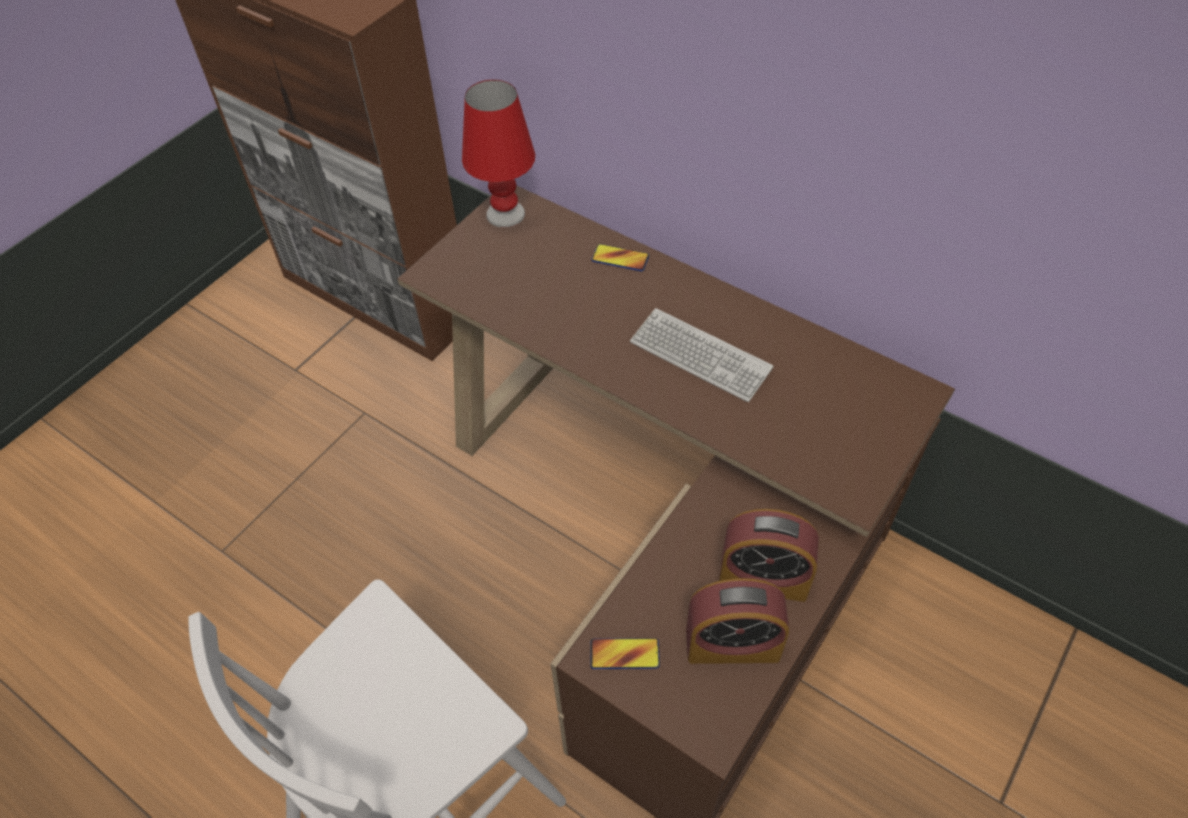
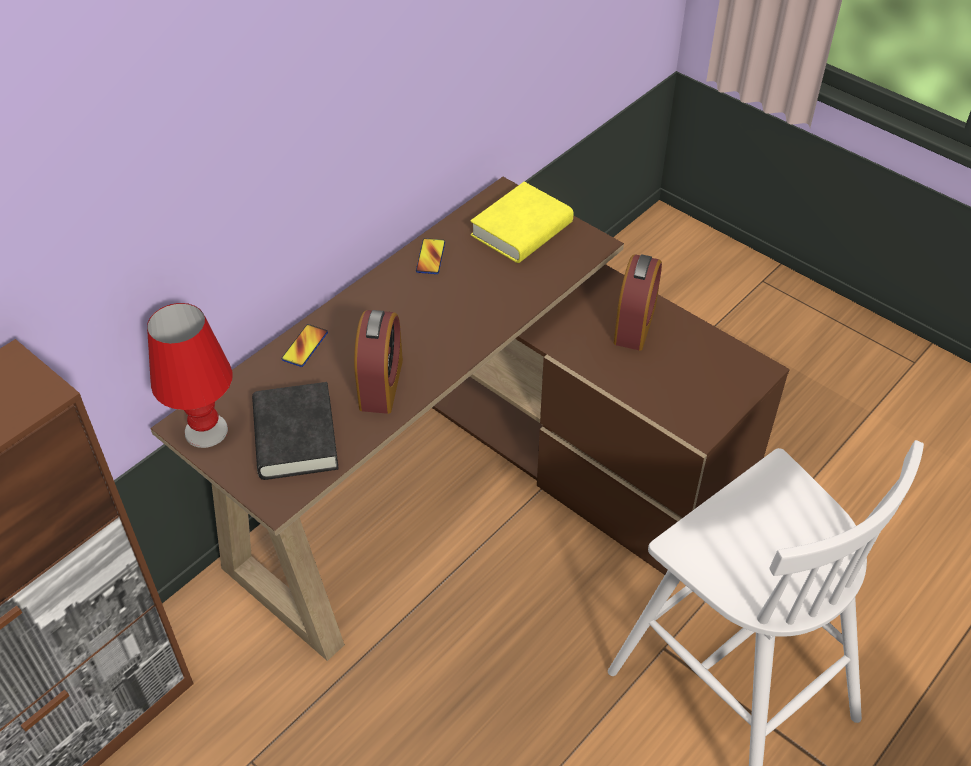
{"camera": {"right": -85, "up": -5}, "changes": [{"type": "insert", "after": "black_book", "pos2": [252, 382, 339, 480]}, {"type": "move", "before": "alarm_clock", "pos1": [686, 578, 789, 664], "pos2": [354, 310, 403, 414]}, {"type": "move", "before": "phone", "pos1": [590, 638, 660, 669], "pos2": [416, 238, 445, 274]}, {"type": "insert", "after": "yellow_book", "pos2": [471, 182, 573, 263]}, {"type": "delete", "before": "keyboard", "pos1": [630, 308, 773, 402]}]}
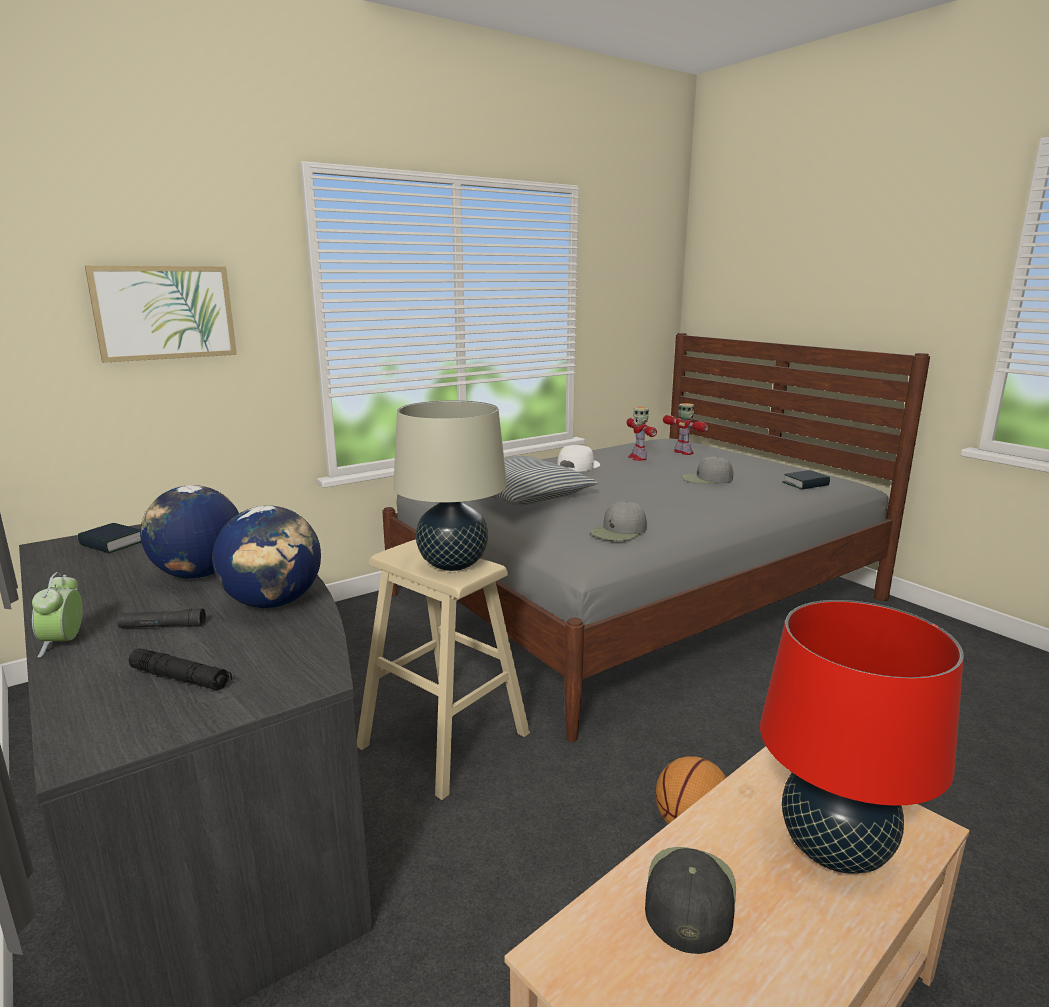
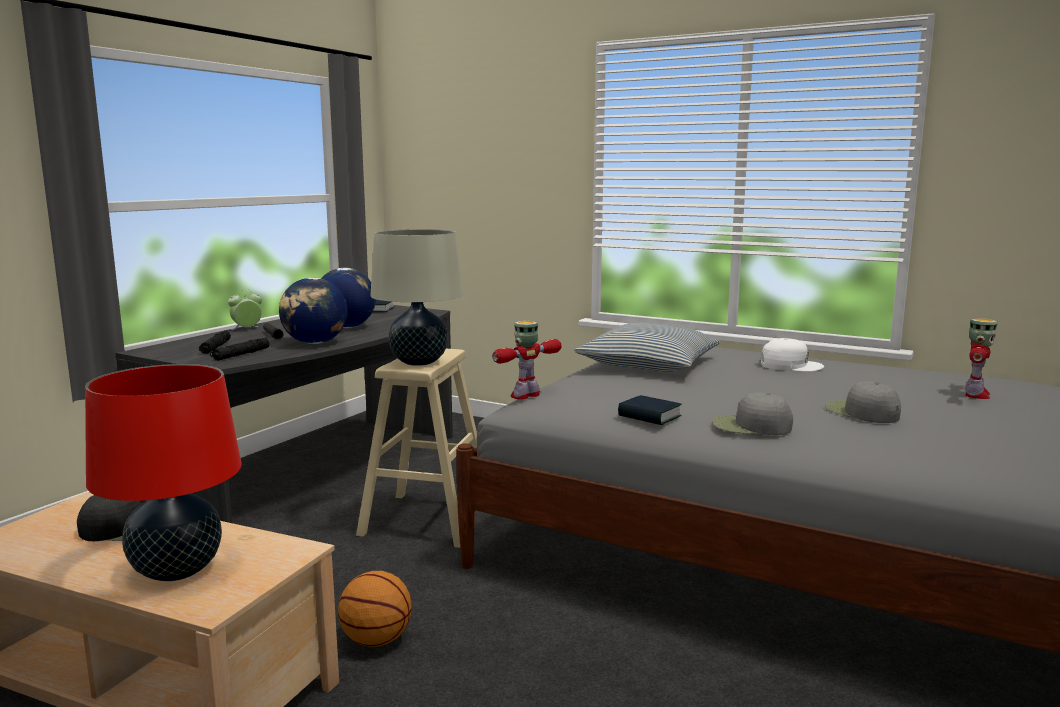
{"camera": {"right": 65, "up": -5}, "changes": [{"type": "insert", "after": "black_flashlight", "pos2": [210, 337, 270, 361]}, {"type": "move", "before": "toy_robot", "pos1": [627, 407, 657, 461], "pos2": [492, 321, 561, 400]}, {"type": "move", "before": "book", "pos1": [783, 470, 830, 490], "pos2": [618, 395, 682, 425]}, {"type": "move", "before": "grey_cap", "pos1": [590, 501, 647, 541], "pos2": [712, 393, 793, 435]}, {"type": "delete", "before": "picture", "pos1": [85, 265, 237, 363]}]}
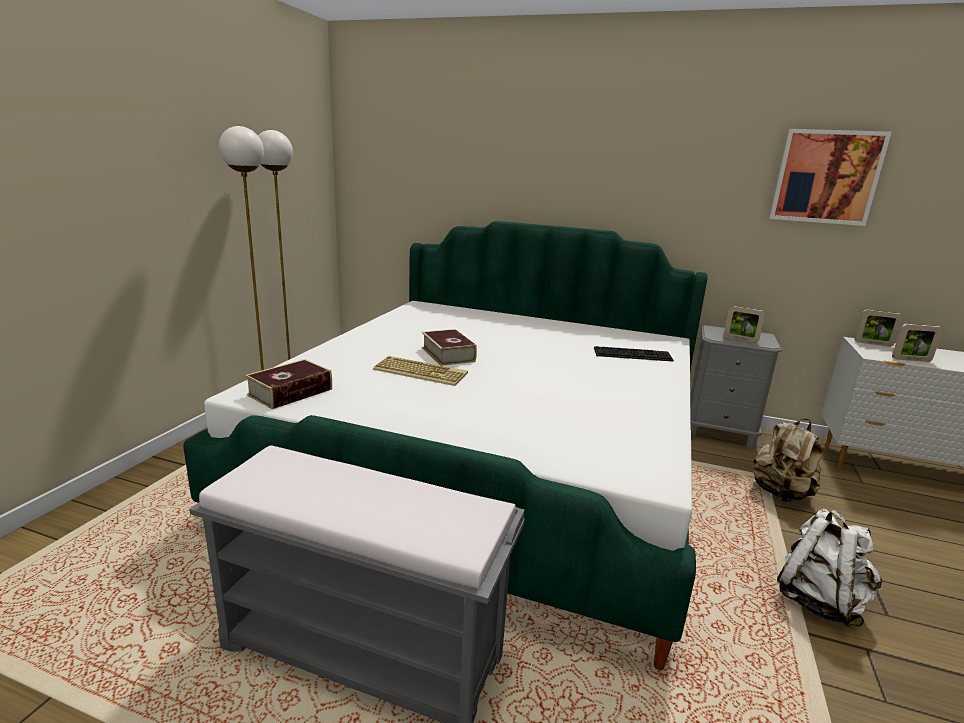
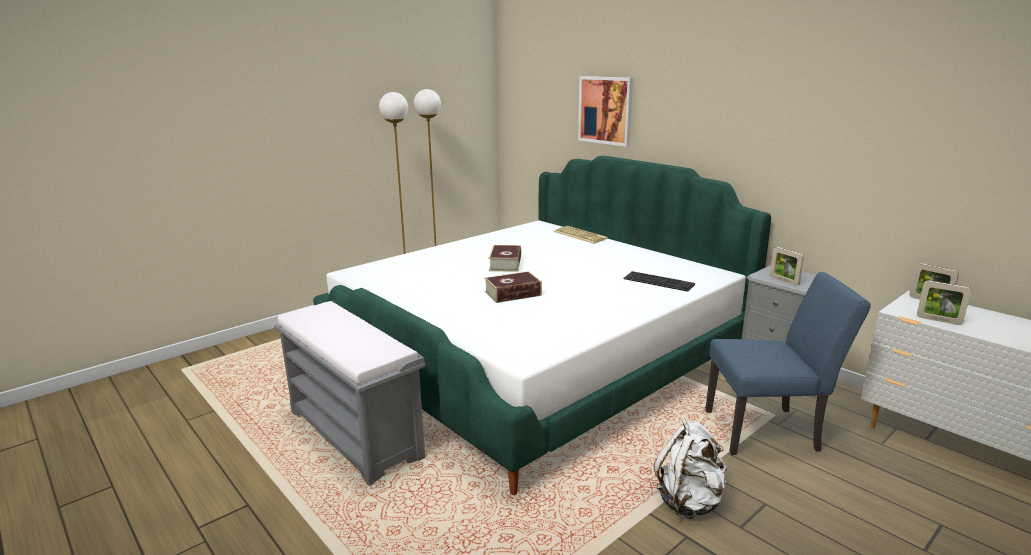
{"camera": {"right": 30, "up": 0}, "changes": [{"type": "move", "before": "book", "pos1": [245, 359, 332, 409], "pos2": [484, 271, 542, 303]}, {"type": "move", "before": "keyboard", "pos1": [373, 356, 468, 386], "pos2": [554, 226, 608, 244]}, {"type": "move", "before": "picture", "pos1": [769, 129, 892, 226], "pos2": [578, 76, 633, 147]}, {"type": "replace", "before": "beige_backpack", "after": "blue_chair", "pos1": [752, 419, 823, 502], "pos2": [705, 272, 871, 455]}]}
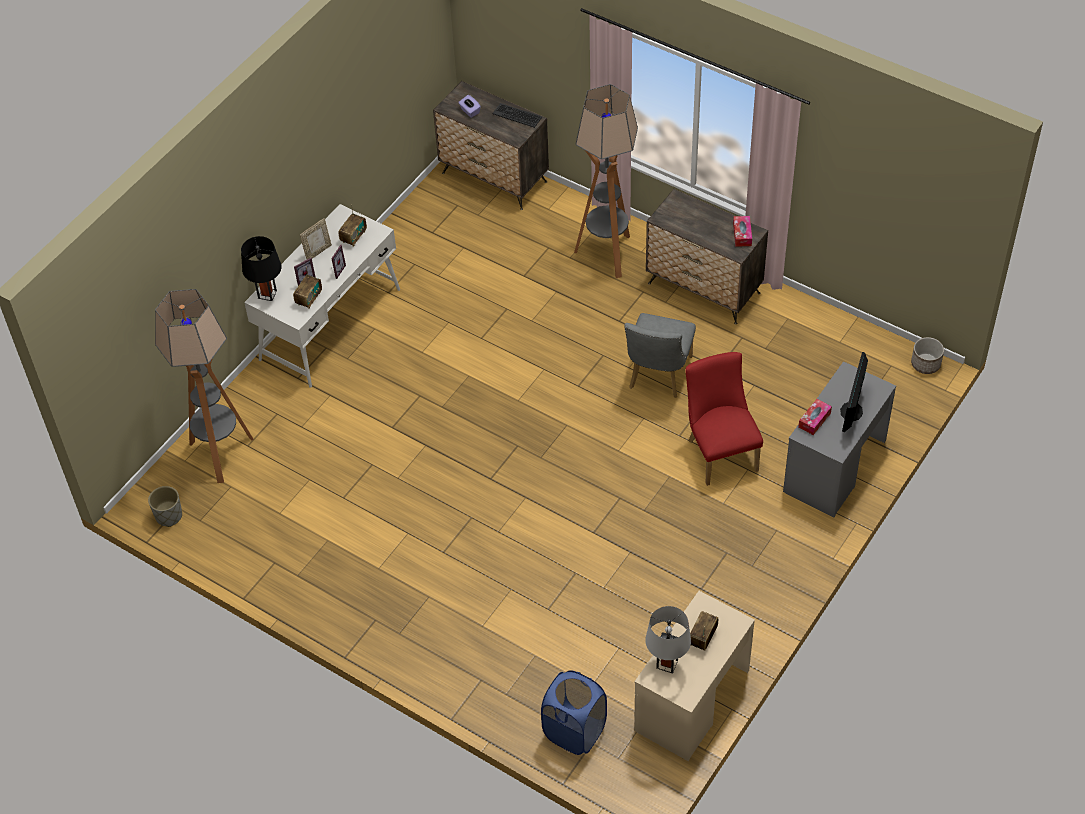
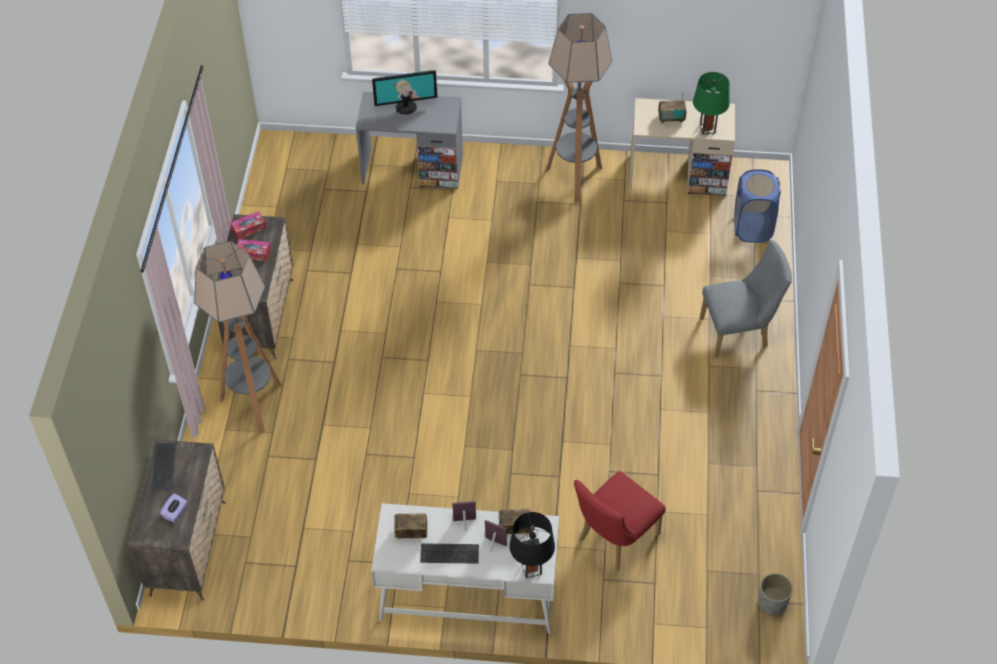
{"camera": {"right": -120, "up": 0}, "changes": [{"type": "move", "before": "tissue_box", "pos1": [798, 399, 832, 435], "pos2": [237, 239, 271, 262]}, {"type": "replace", "before": "picture_frame", "after": "keyboard", "pos1": [300, 218, 332, 259], "pos2": [420, 543, 479, 564]}, {"type": "move", "before": "floor_lamp", "pos1": [155, 289, 254, 483], "pos2": [546, 13, 612, 203]}, {"type": "move", "before": "red_chair", "pos1": [685, 352, 763, 486], "pos2": [574, 471, 666, 571]}, {"type": "recolor", "before": "grey_table_lamp", "after": "green_table_lamp", "pos1": [645, 606, 691, 674], "pos2": [693, 72, 730, 135]}, {"type": "move", "before": "grey_chair", "pos1": [624, 313, 696, 398], "pos2": [700, 240, 792, 358]}, {"type": "delete", "before": "planter", "pos1": [911, 337, 944, 374]}]}
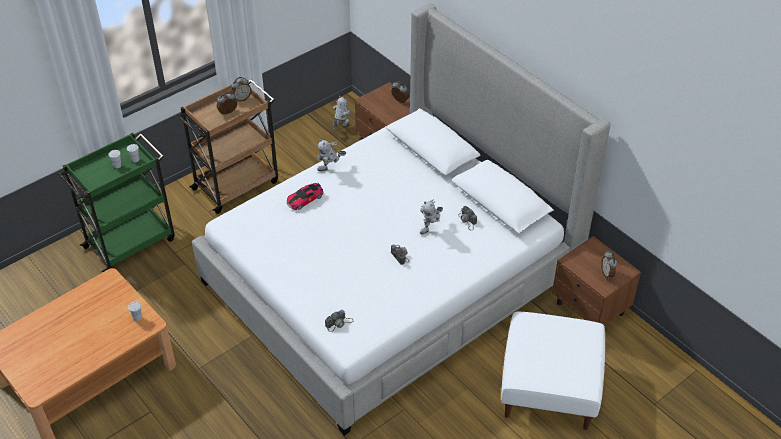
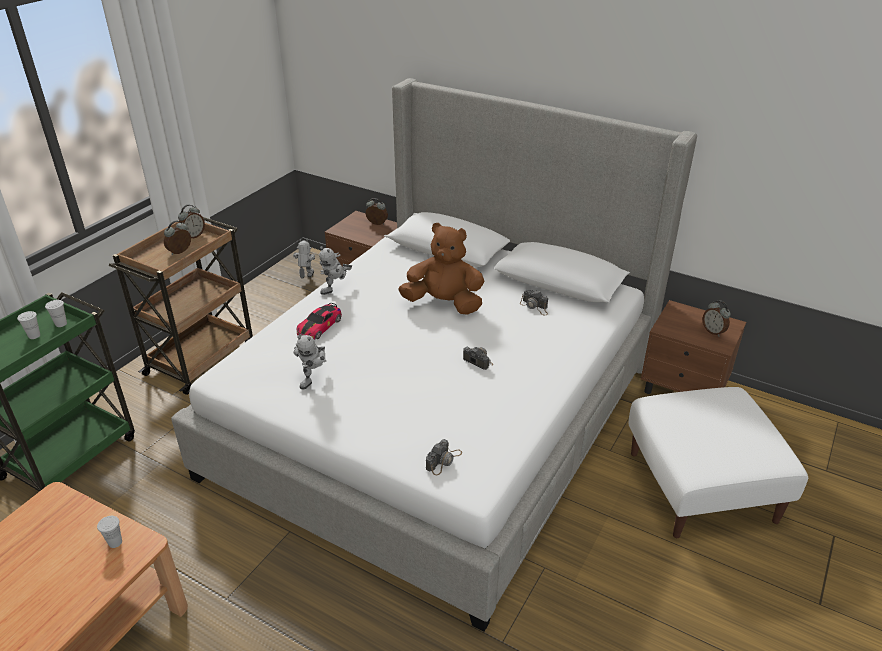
{"camera": {"right": -20, "up": -10}, "changes": [{"type": "move", "before": "toy_robot", "pos1": [420, 200, 443, 235], "pos2": [294, 335, 326, 389]}, {"type": "insert", "after": "brown_plush_toy", "pos2": [398, 223, 484, 315]}]}
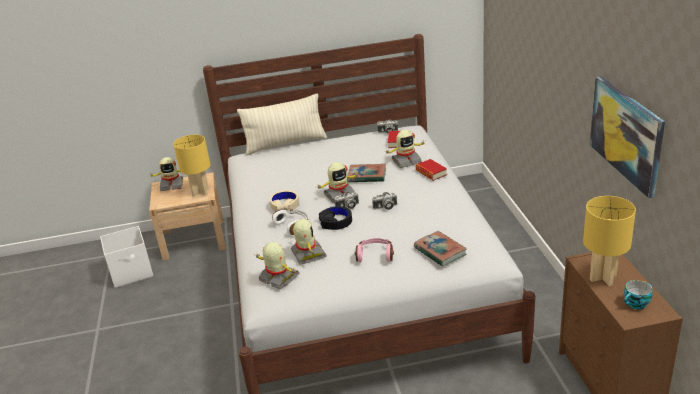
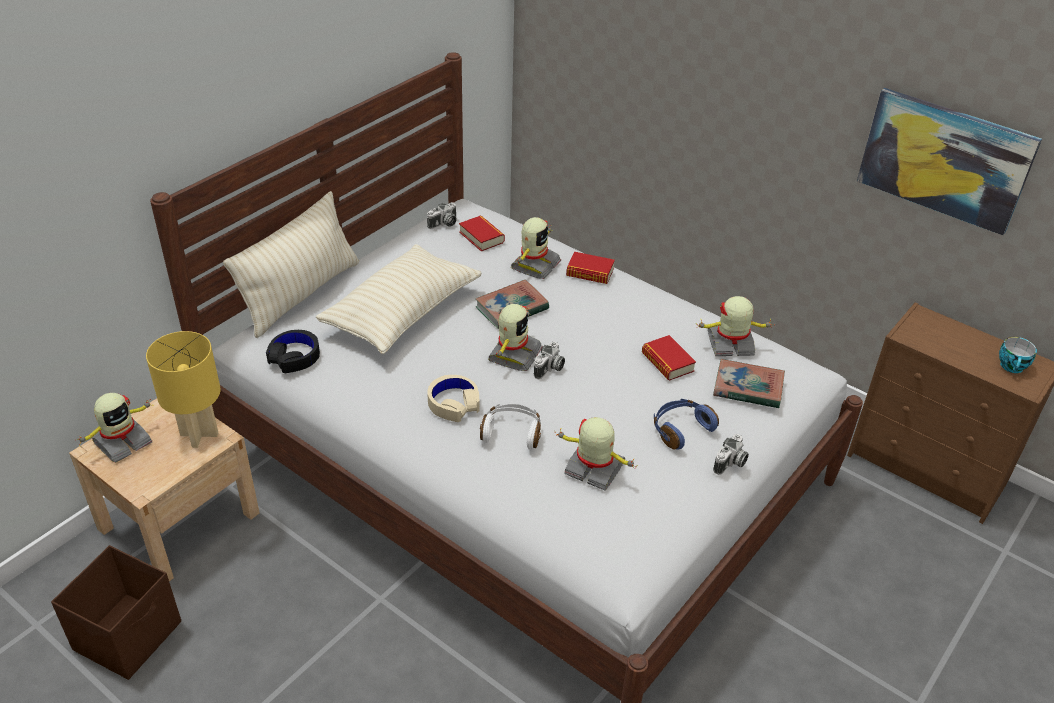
{"camera": {"right": -45, "up": 10}, "changes": [{"type": "recolor", "before": "white_storage_box", "after": "brown_storage_box", "pos1": [100, 226, 153, 288], "pos2": [51, 546, 181, 680]}, {"type": "move", "before": "black_headphones", "pos1": [319, 206, 352, 230], "pos2": [266, 330, 320, 373]}, {"type": "insert", "after": "beige_pillow", "pos2": [316, 244, 481, 354]}, {"type": "insert", "after": "book", "pos2": [642, 335, 696, 381]}, {"type": "recolor", "before": "pink_headphones", "after": "blue_headphones", "pos1": [355, 238, 394, 263], "pos2": [654, 399, 719, 450]}, {"type": "move", "before": "toy_robot", "pos1": [255, 242, 299, 289], "pos2": [696, 296, 775, 356]}, {"type": "move", "before": "photo_camera", "pos1": [372, 192, 397, 210], "pos2": [713, 434, 749, 475]}, {"type": "delete", "before": "yellow_table_lamp", "pos1": [583, 196, 636, 286]}]}
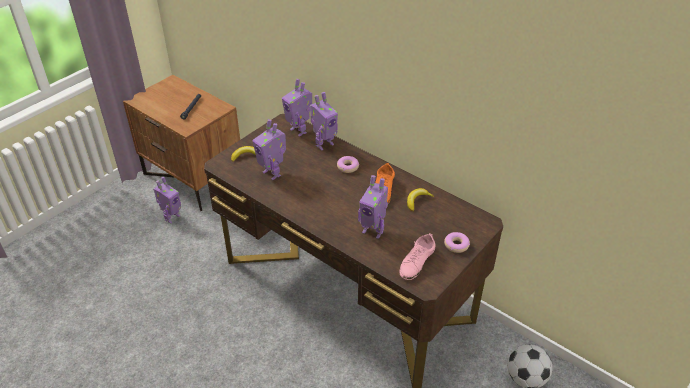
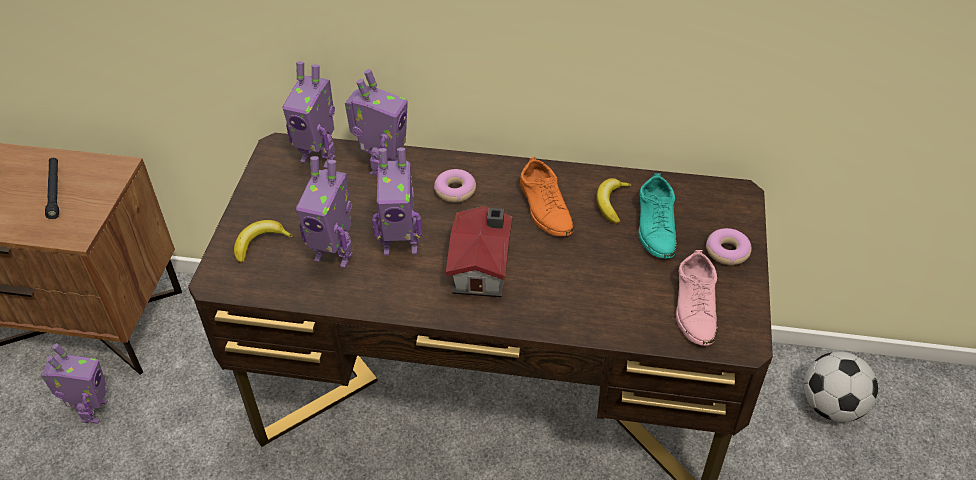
{"camera": {"right": -30, "up": 5}, "changes": [{"type": "move", "before": "toy_robot", "pos1": [358, 175, 388, 239], "pos2": [372, 148, 422, 255]}, {"type": "insert", "after": "toy_house", "pos2": [446, 206, 513, 297]}, {"type": "insert", "after": "turquoise_shoe", "pos2": [638, 173, 677, 259]}]}
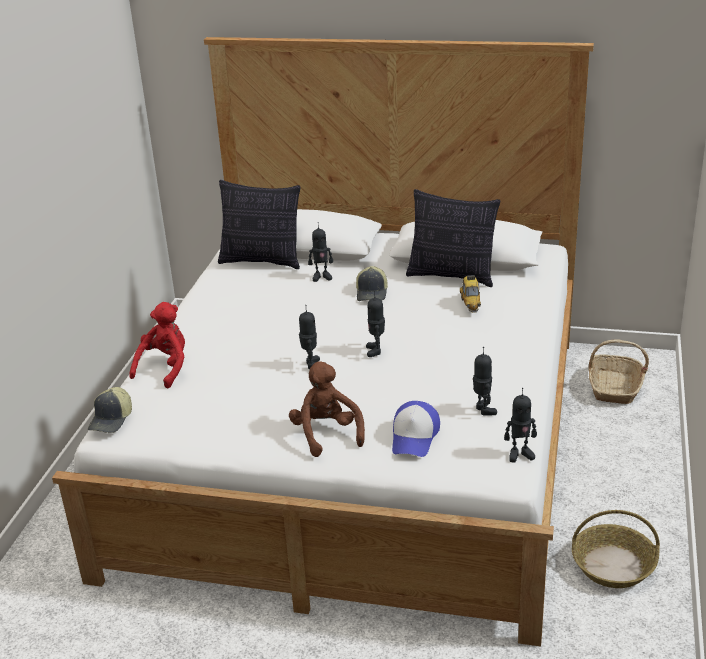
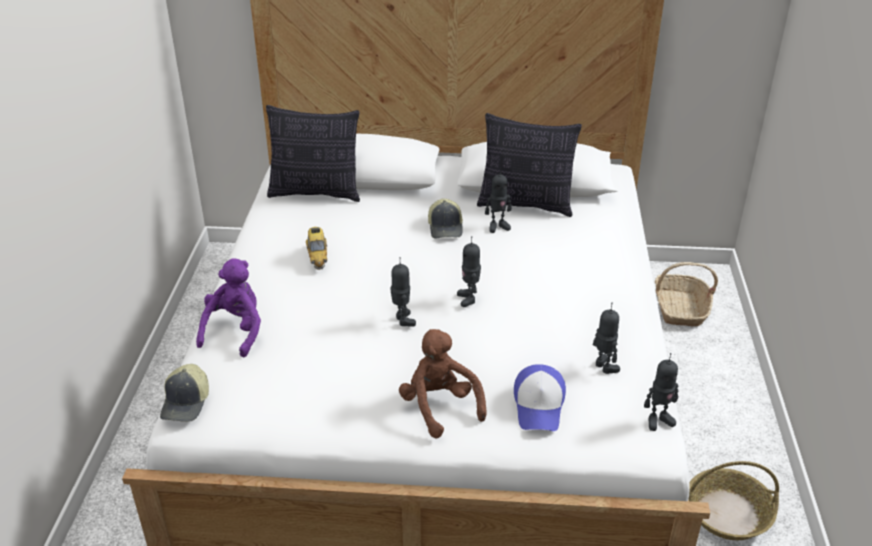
{"camera": {"right": -10, "up": 5}, "changes": [{"type": "recolor", "before": "red_plush_toy", "after": "purple_plush_toy", "pos1": [129, 302, 185, 388], "pos2": [196, 258, 261, 357]}, {"type": "move", "before": "toy_car", "pos1": [460, 275, 481, 313], "pos2": [306, 227, 327, 270]}, {"type": "move", "before": "toy_robot", "pos1": [308, 222, 333, 282], "pos2": [485, 167, 512, 233]}]}
